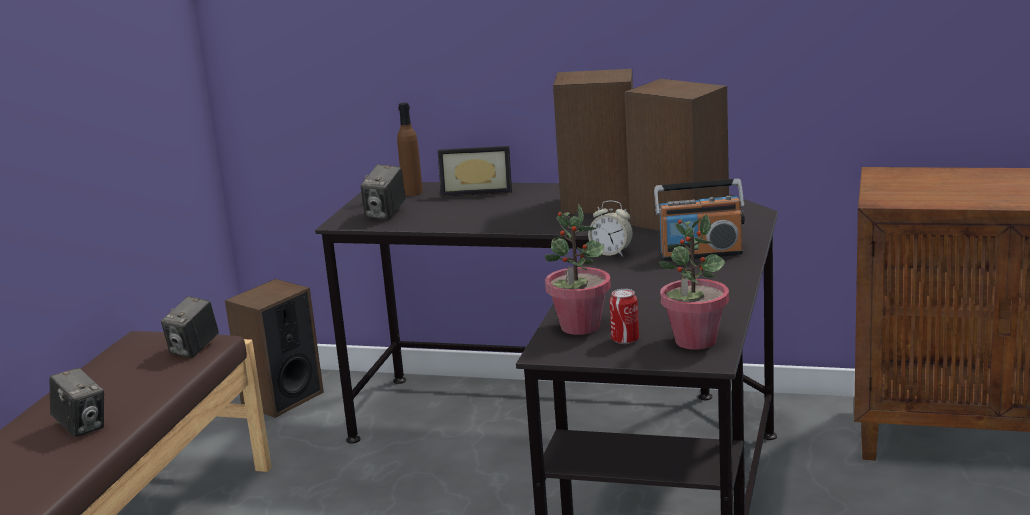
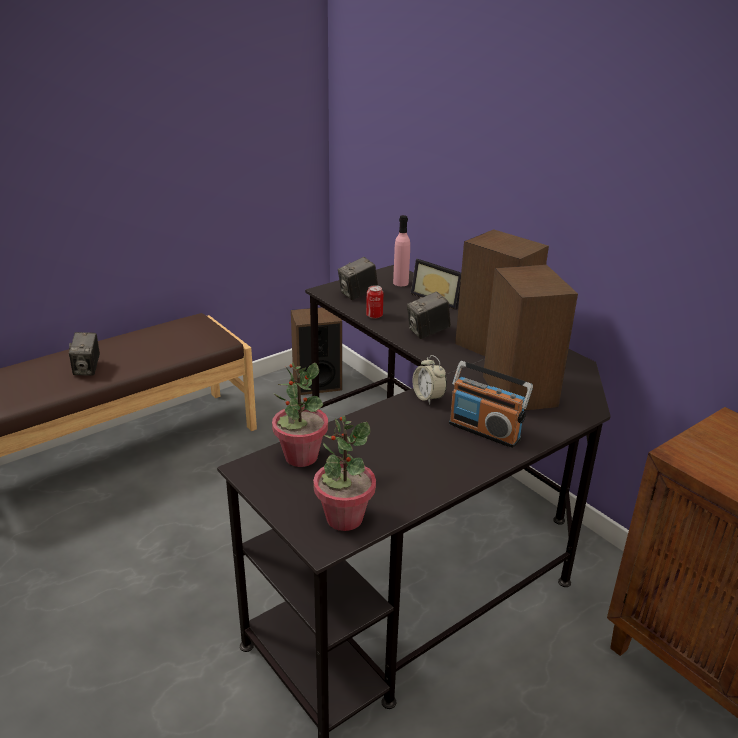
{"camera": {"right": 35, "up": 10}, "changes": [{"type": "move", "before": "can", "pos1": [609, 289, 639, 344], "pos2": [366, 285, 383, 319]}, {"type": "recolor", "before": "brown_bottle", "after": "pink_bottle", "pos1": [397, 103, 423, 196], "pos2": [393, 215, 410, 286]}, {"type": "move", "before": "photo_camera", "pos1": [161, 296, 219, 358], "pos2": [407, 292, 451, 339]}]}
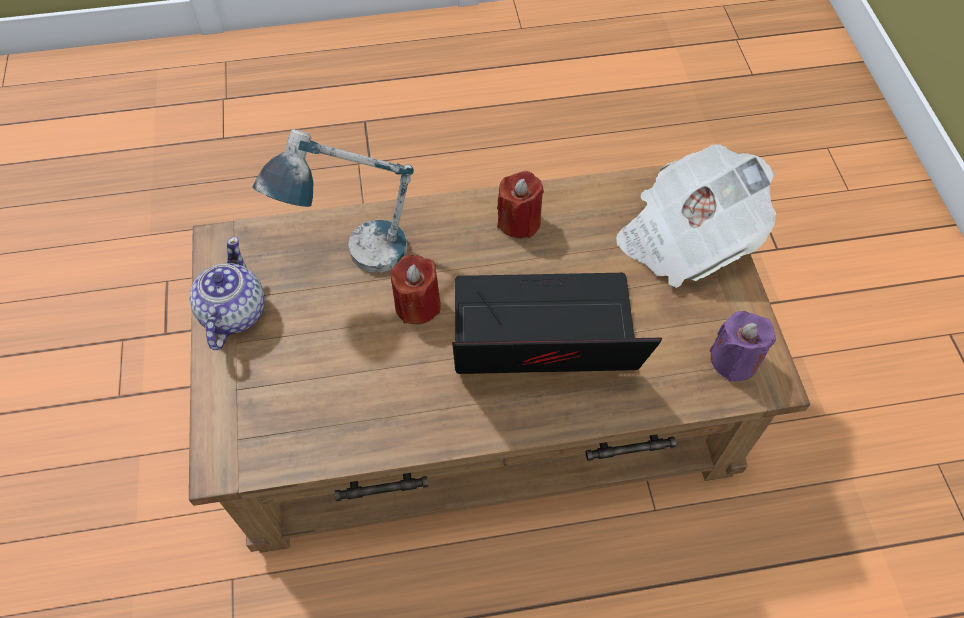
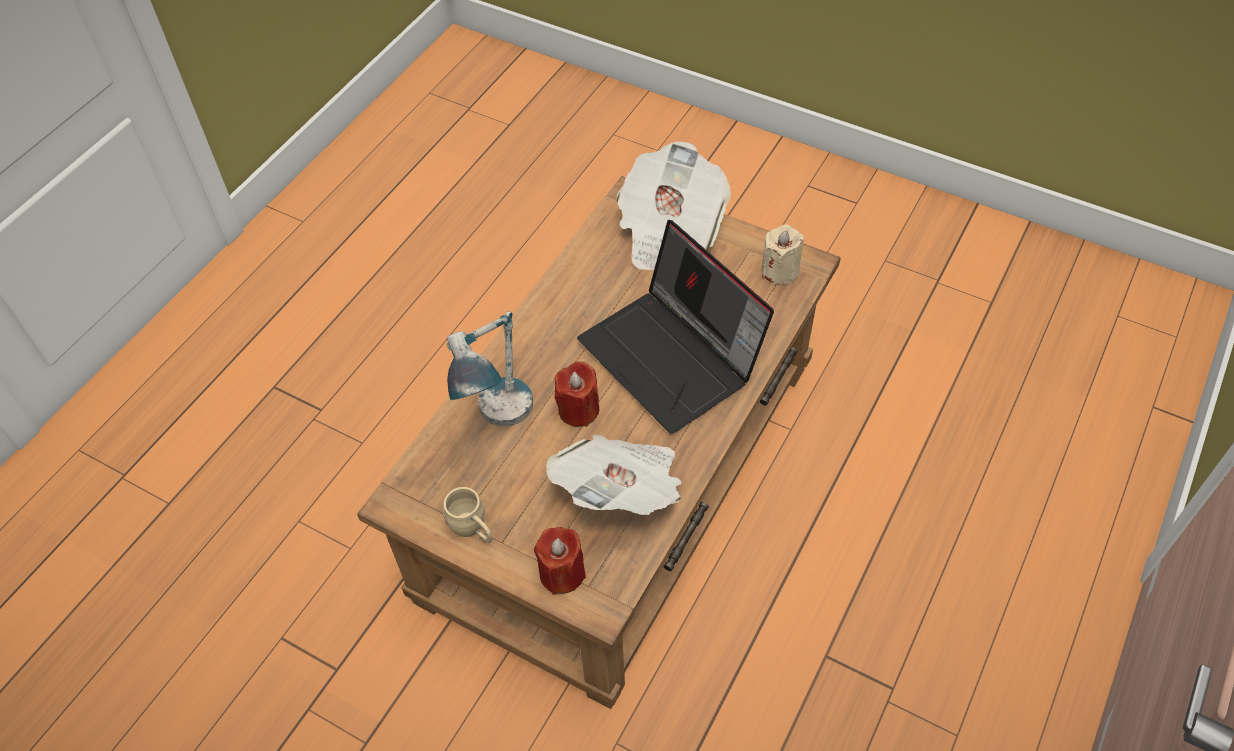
{"camera": {"right": -50, "up": -5}, "changes": [{"type": "replace", "before": "teapot", "after": "beige_mug", "pos1": [189, 236, 265, 350], "pos2": [443, 487, 492, 543]}, {"type": "move", "before": "red_candle", "pos1": [497, 171, 544, 238], "pos2": [534, 527, 586, 595]}, {"type": "insert", "after": "newspaper", "pos2": [546, 434, 682, 515]}, {"type": "rotate", "before": "laptop", "pos1": [452, 273, 662, 374], "pos2": [577, 220, 774, 434], "turn": -75}, {"type": "recolor", "before": "purple_candle", "after": "beige_candle", "pos1": [710, 311, 776, 381], "pos2": [761, 225, 804, 284]}]}
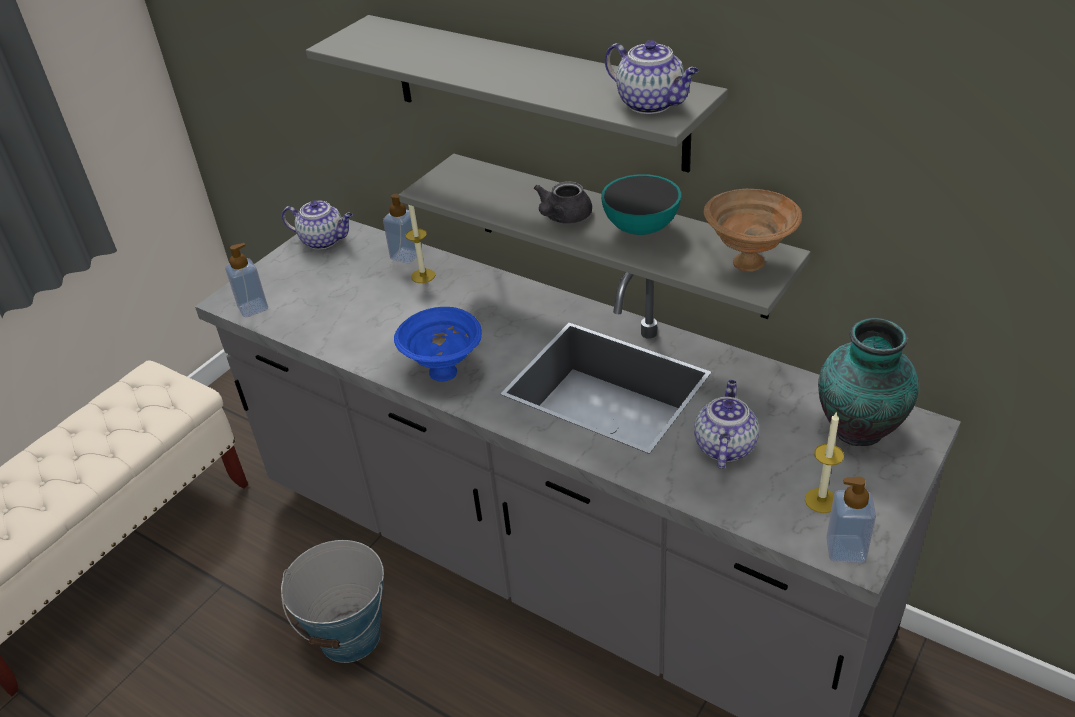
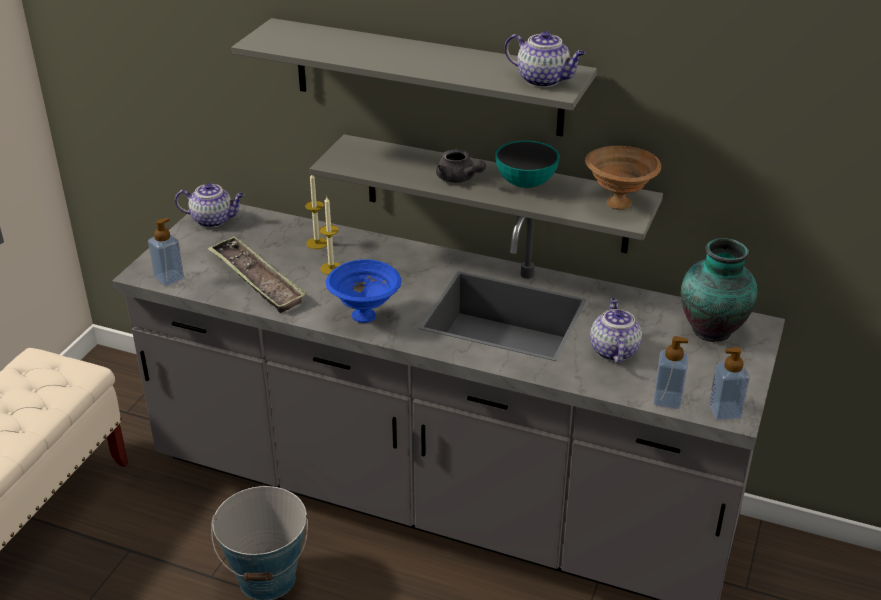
{"camera": {"right": -15, "up": -5}, "changes": [{"type": "insert", "after": "tray", "pos2": [207, 236, 307, 313]}, {"type": "move", "before": "candle", "pos1": [805, 413, 844, 513], "pos2": [319, 197, 341, 275]}, {"type": "rotate", "before": "grey_teapot", "pos1": [534, 181, 592, 224], "pos2": [436, 149, 486, 183], "turn": -60}, {"type": "move", "before": "soap_dispenser", "pos1": [383, 194, 417, 263], "pos2": [653, 336, 688, 409]}]}
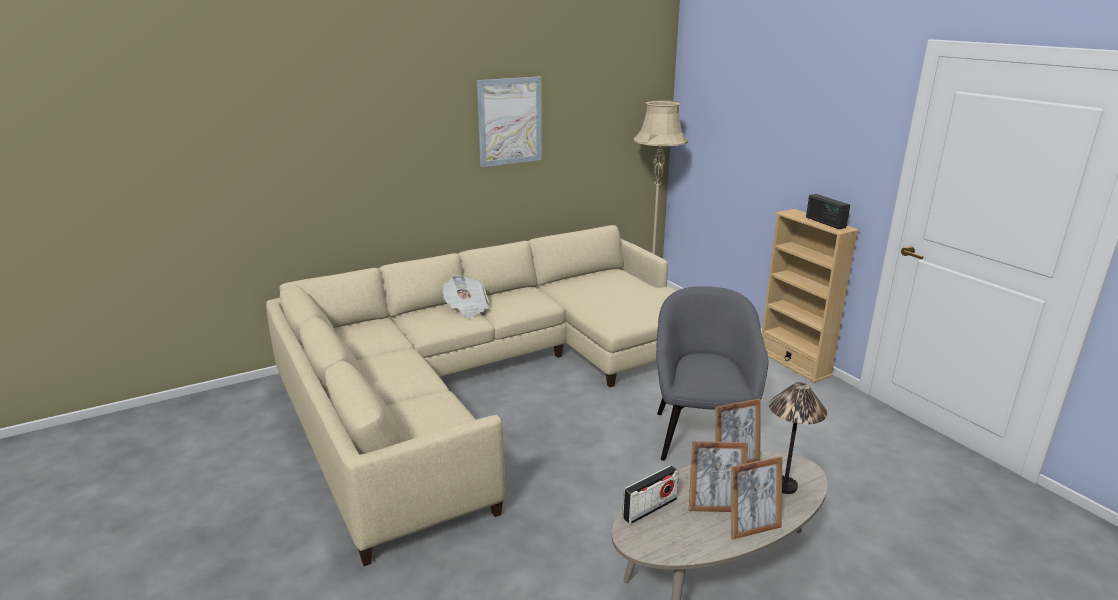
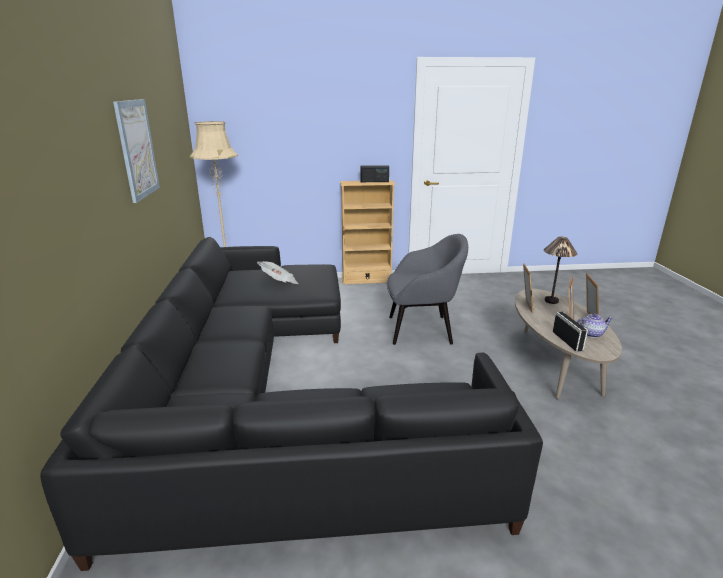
{"camera": {"right": -65, "up": 0}, "changes": [{"type": "recolor", "before": "beige_sofa", "after": "black_sofa", "pos1": [266, 225, 676, 566], "pos2": [40, 237, 543, 571]}, {"type": "move", "before": "newspaper", "pos1": [443, 275, 489, 318], "pos2": [257, 261, 298, 284]}, {"type": "rotate", "before": "grey_armchair", "pos1": [656, 286, 768, 461], "pos2": [387, 234, 468, 345], "turn": 150}, {"type": "insert", "after": "teapot", "pos2": [577, 313, 613, 338]}]}
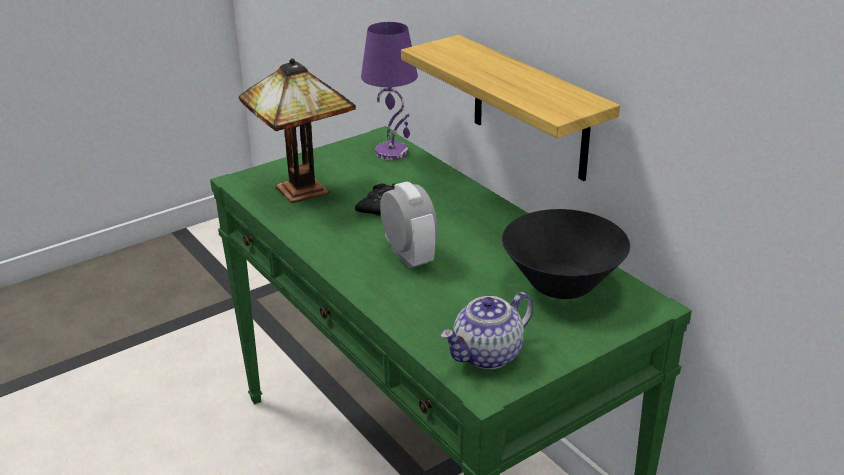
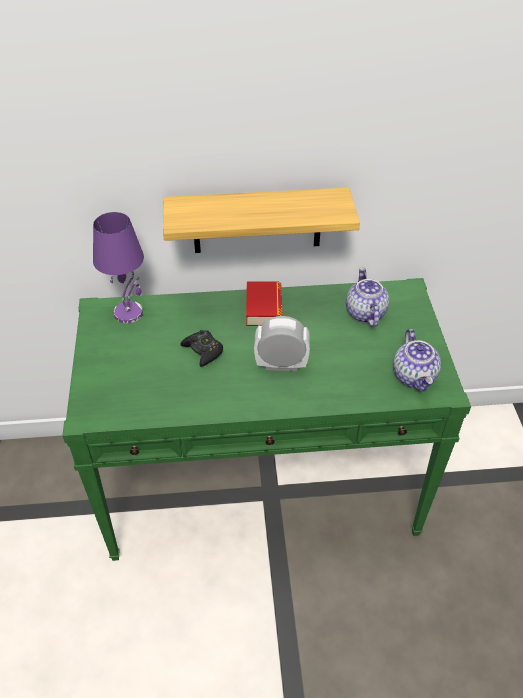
{"camera": {"right": -60, "up": 15}, "changes": [{"type": "insert", "after": "book", "pos2": [246, 281, 282, 326]}, {"type": "replace", "before": "black_bowl", "after": "teapot", "pos1": [502, 209, 630, 299], "pos2": [346, 267, 389, 327]}, {"type": "delete", "before": "table_lamp", "pos1": [239, 58, 356, 203]}]}
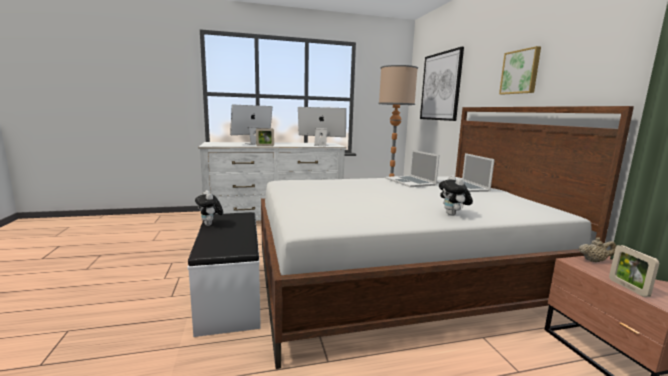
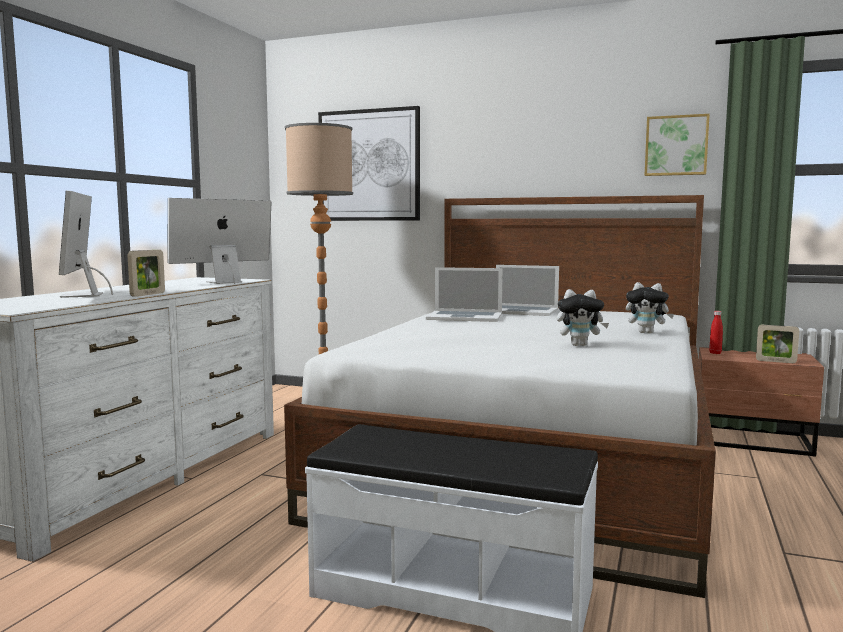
{"camera": {"right": -55, "up": -5}, "changes": [{"type": "move", "before": "plush_toy", "pos1": [195, 190, 223, 226], "pos2": [557, 289, 609, 346]}, {"type": "move", "before": "picture", "pos1": [499, 46, 541, 94], "pos2": [645, 114, 710, 176]}, {"type": "replace", "before": "beige_teapot", "after": "red_bottle", "pos1": [578, 238, 616, 262], "pos2": [709, 311, 723, 354]}]}
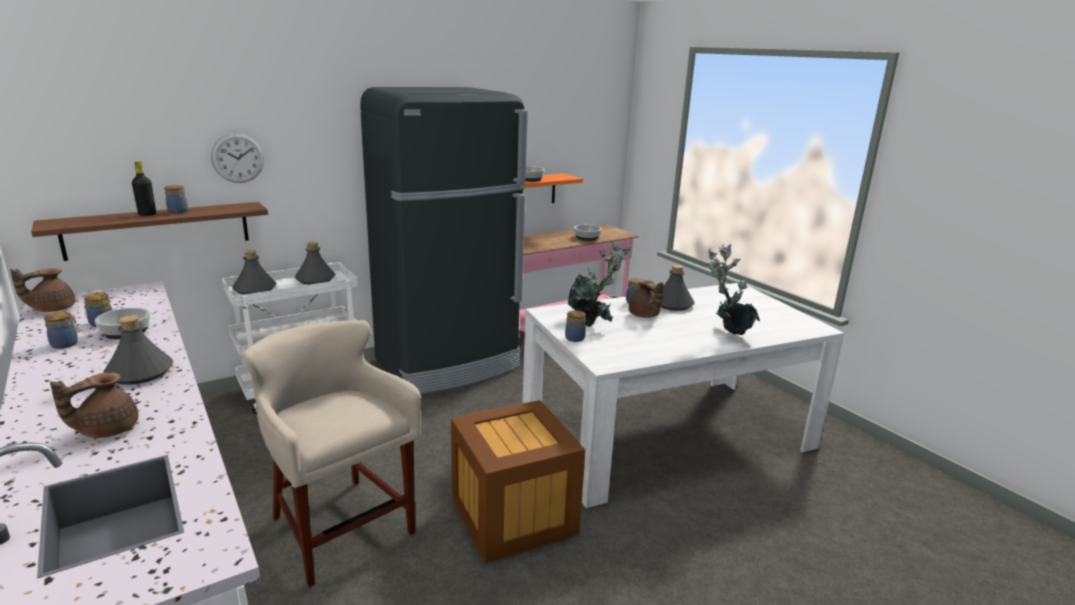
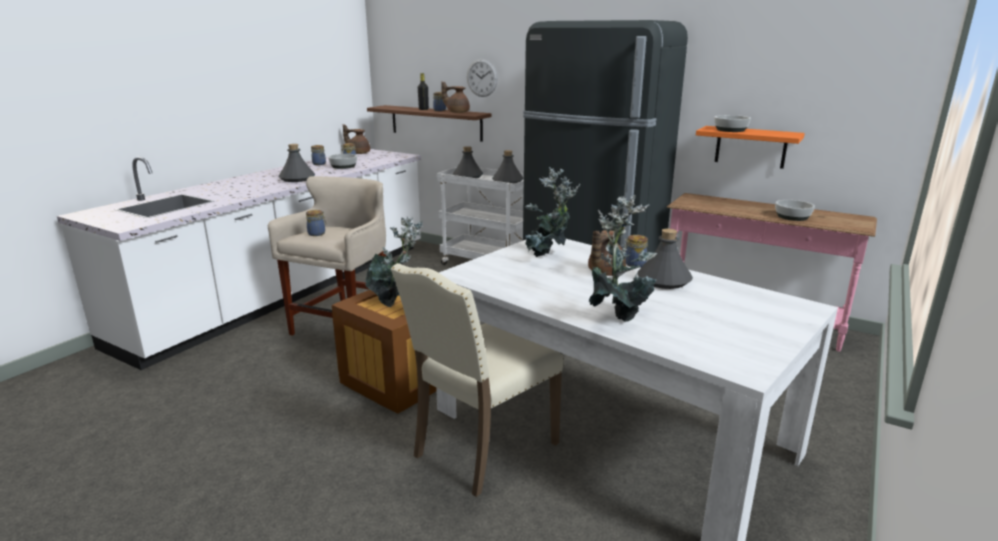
{"camera": {"right": 65, "up": 0}, "changes": [{"type": "move", "before": "jar", "pos1": [565, 310, 586, 342], "pos2": [306, 210, 326, 236]}, {"type": "insert", "after": "potted_plant", "pos2": [366, 216, 423, 307]}, {"type": "insert", "after": "beige_chair", "pos2": [391, 263, 564, 497]}, {"type": "move", "before": "brown_teapot", "pos1": [50, 373, 138, 438], "pos2": [441, 81, 470, 113]}]}
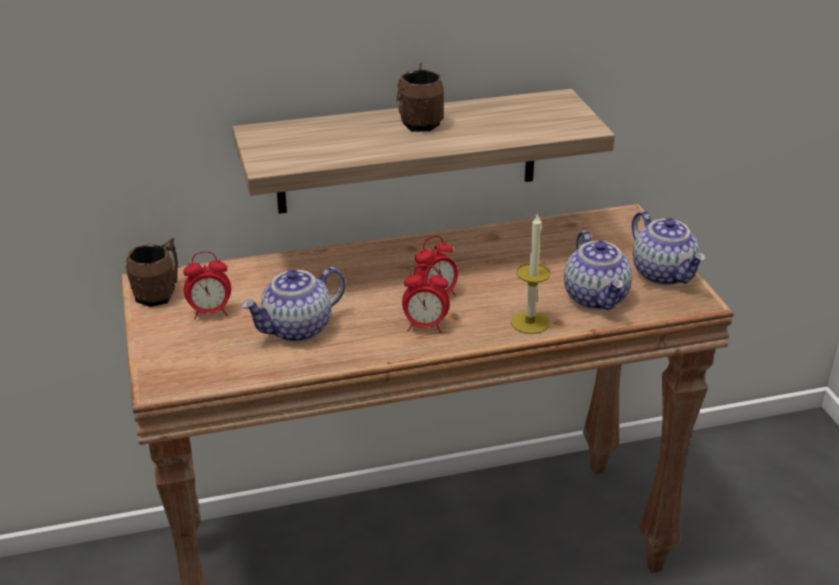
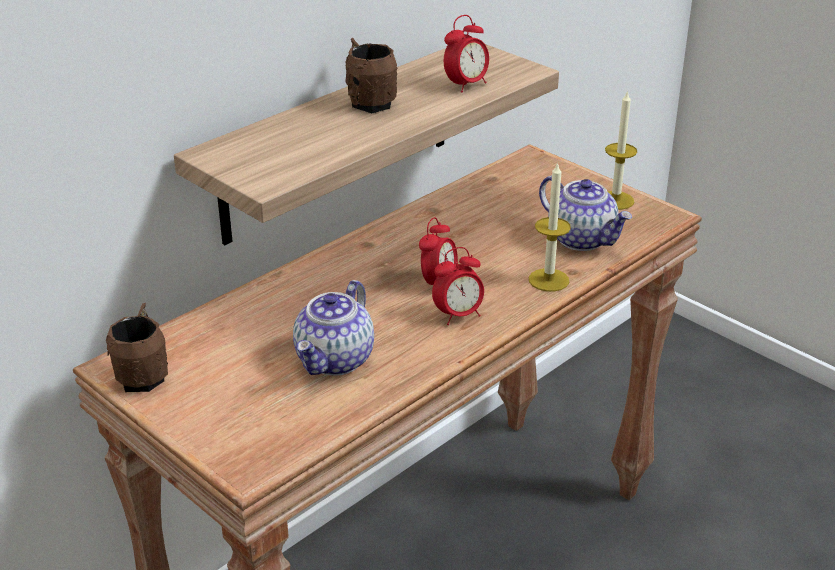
{"camera": {"right": -30, "up": 0}, "changes": [{"type": "move", "before": "alarm_clock", "pos1": [183, 251, 231, 320], "pos2": [444, 15, 489, 92]}, {"type": "replace", "before": "teapot", "after": "candle", "pos1": [632, 211, 706, 285], "pos2": [605, 90, 637, 210]}]}
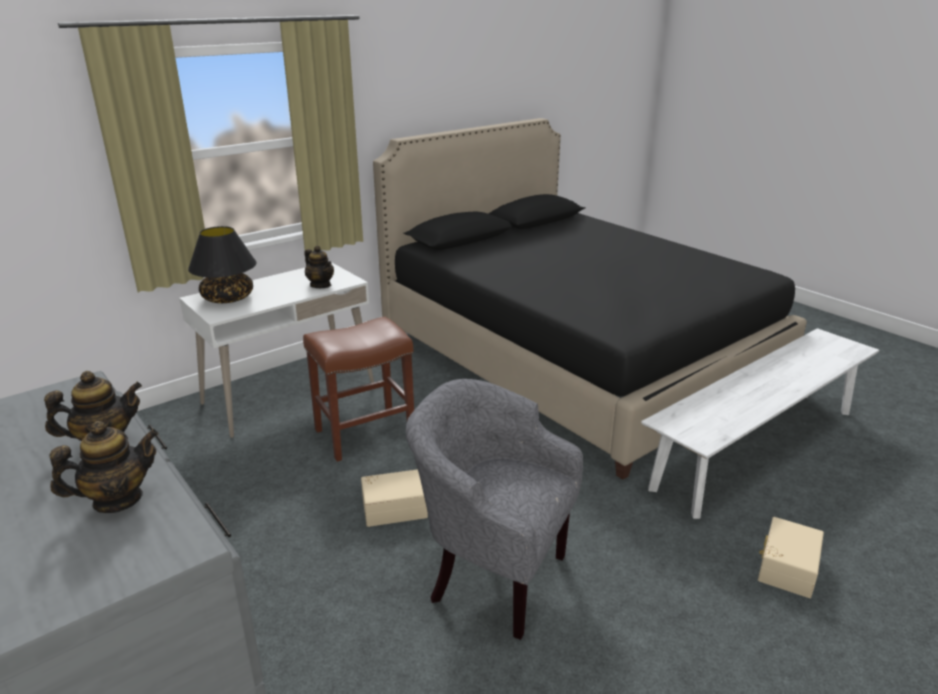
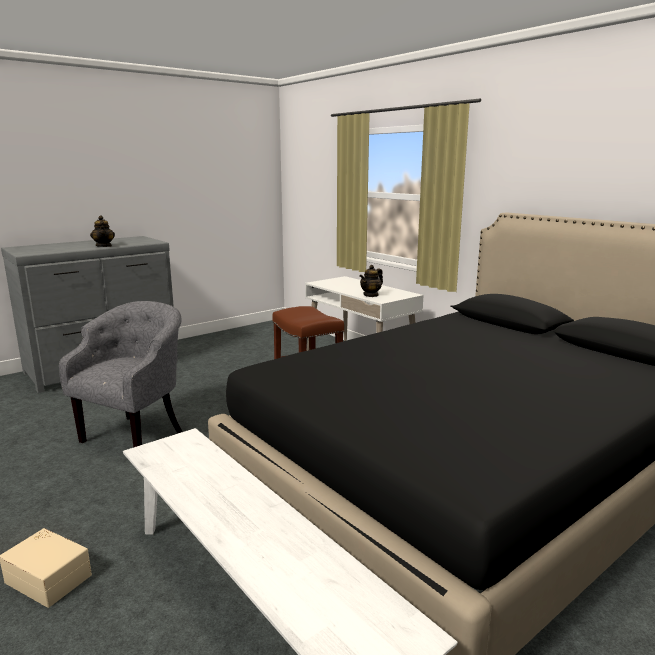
{"camera": {"right": 90, "up": -10}, "changes": [{"type": "delete", "before": "teapot", "pos1": [50, 421, 159, 513]}, {"type": "delete", "before": "black_table_lamp", "pos1": [188, 226, 256, 303]}, {"type": "delete", "before": "beige_storage_box", "pos1": [361, 469, 428, 527]}]}
